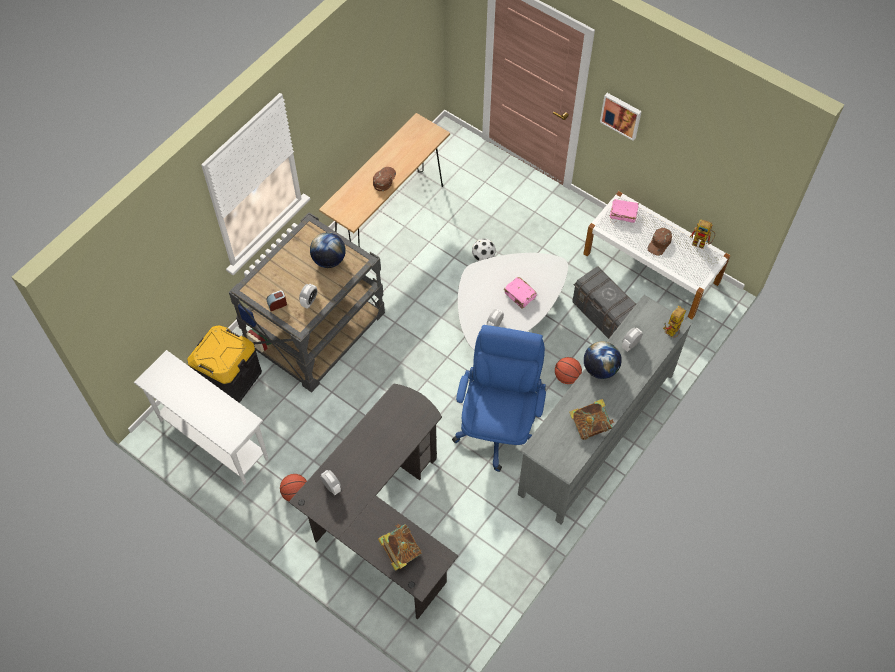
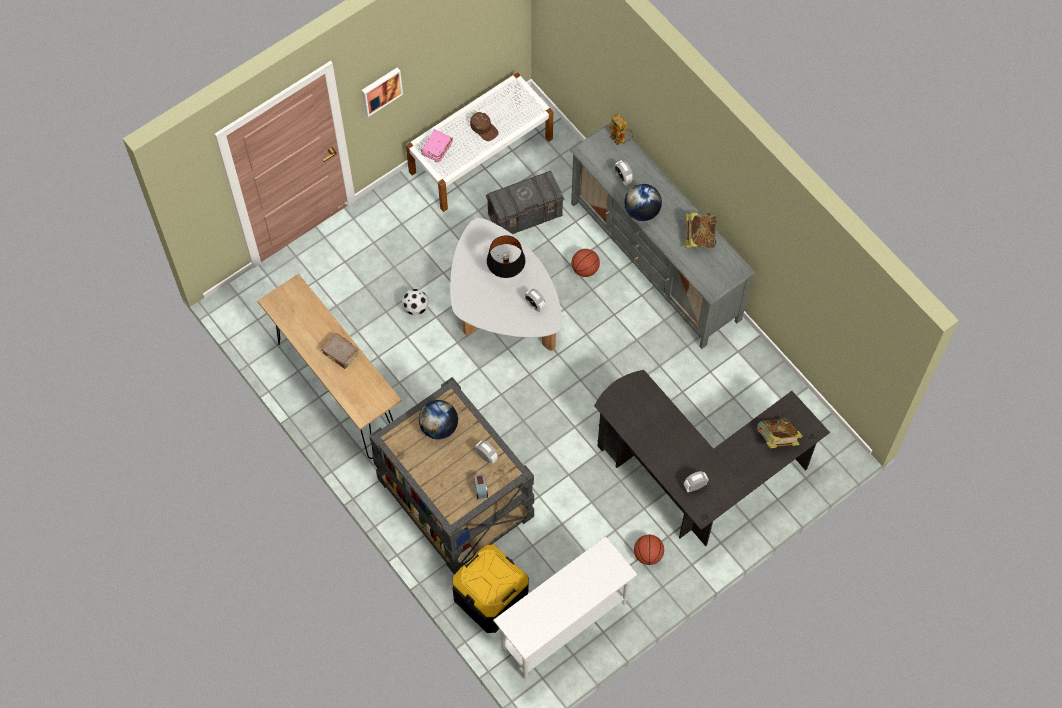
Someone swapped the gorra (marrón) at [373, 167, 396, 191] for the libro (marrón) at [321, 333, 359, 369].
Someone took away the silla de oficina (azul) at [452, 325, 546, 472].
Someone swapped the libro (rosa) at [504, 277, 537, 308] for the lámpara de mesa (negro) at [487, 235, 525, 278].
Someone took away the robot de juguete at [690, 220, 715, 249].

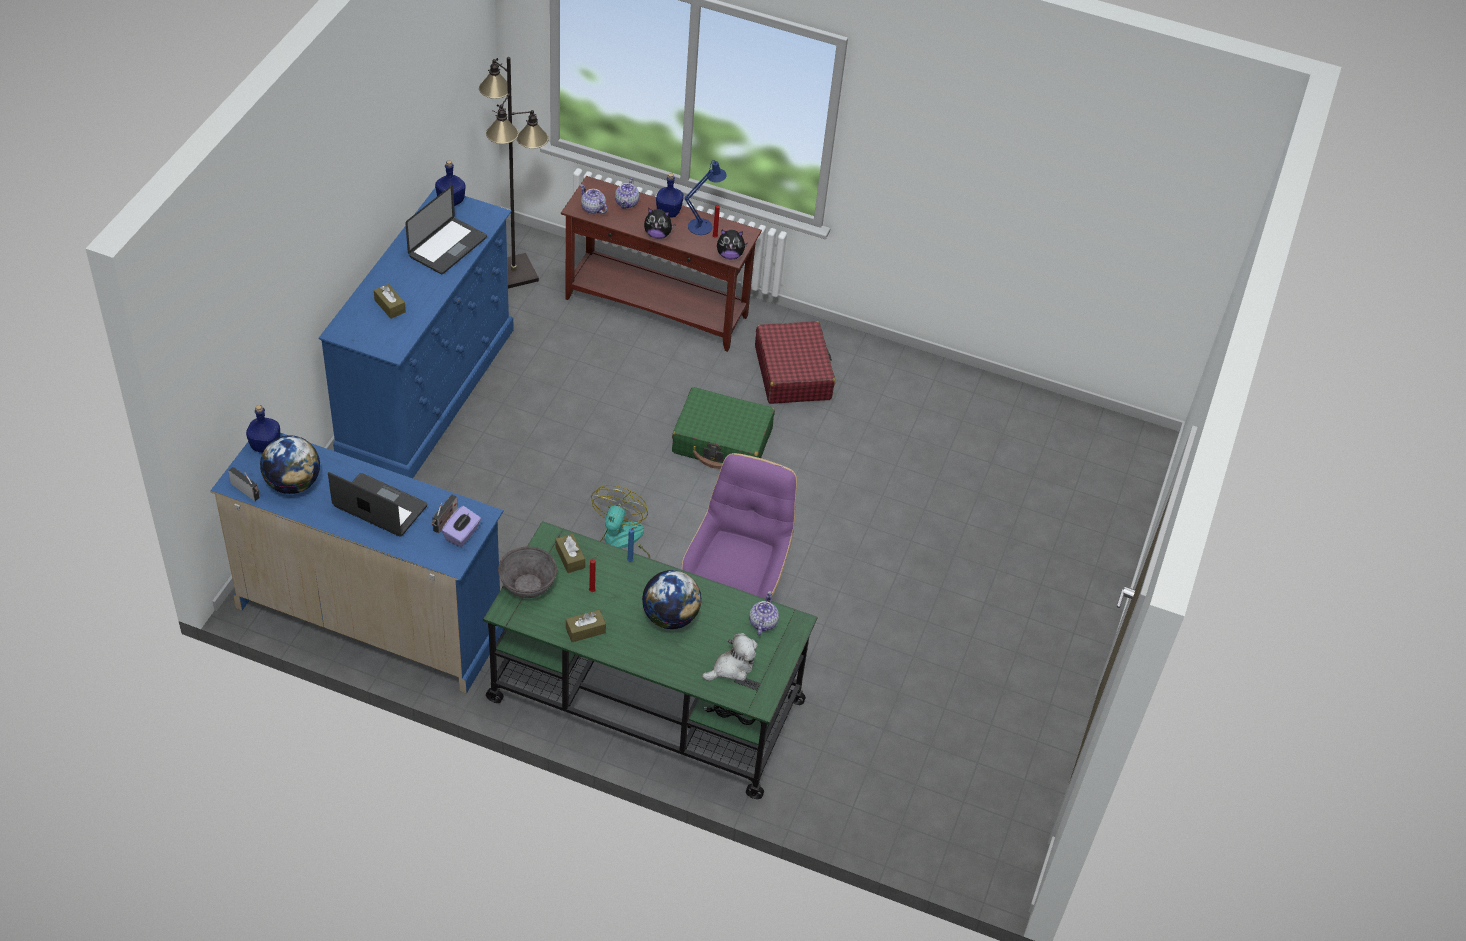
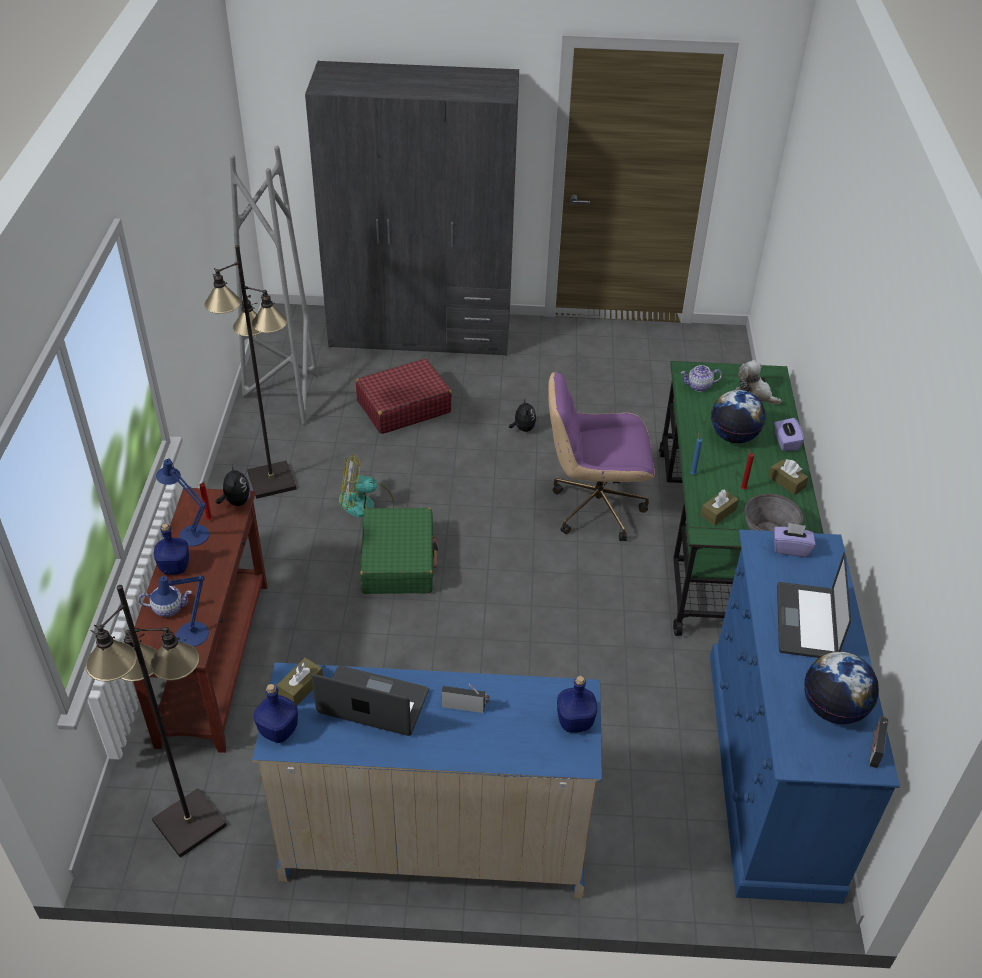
Someone carried the botella (azul) from [246, 405, 280, 453] to [557, 676, 597, 733].
Someone carried the caja de pañuelos (marrón) from [374, 284, 406, 319] to [277, 658, 323, 706].
Someone carried the radio from [432, 494, 458, 533] to [442, 684, 490, 713].
Someone swapped the tetera at [580, 184, 607, 214] for the lámpara de mesa (azul) at [151, 570, 209, 647].
Someone carried the ventilador from [591, 485, 650, 558] to [339, 455, 394, 517].
Someone carried the peluche from [644, 208, 676, 239] to [509, 398, 536, 432].
Someone carried the maleta (rojo) from [755, 321, 835, 404] to [356, 358, 452, 434].
Someone put down the lámpara de pie (negro) at [204, 245, 296, 499].
Someone put down the perchero (gris) at [230, 146, 318, 425].
Someone put down the armario ropero (gris) at [305, 61, 519, 356].
Someone put down the caja de pañuelos (morado) at [774, 418, 804, 451].

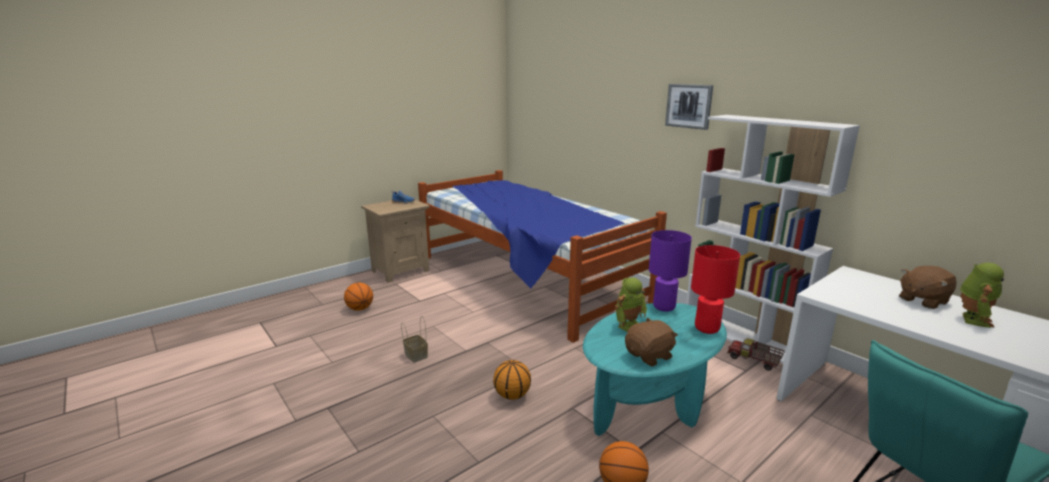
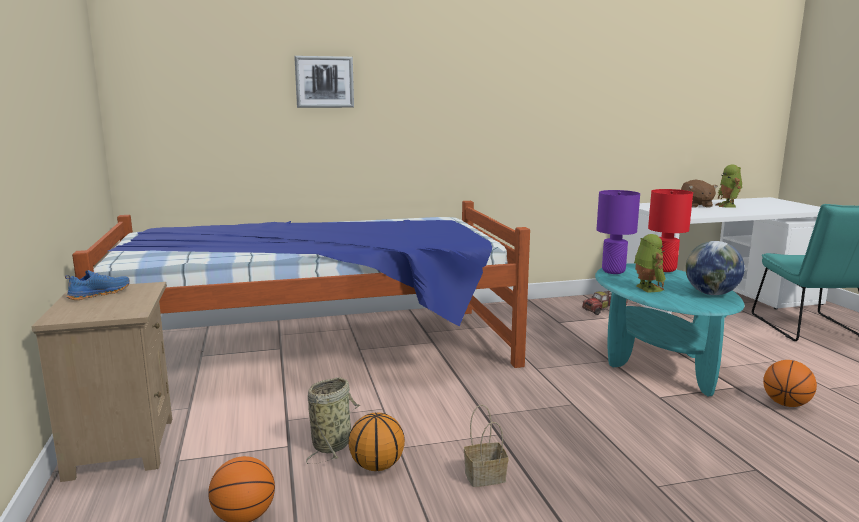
Someone carried the balón de baloncesto from [493, 360, 531, 400] to [348, 412, 405, 471].
Someone swapped the peluche (marrón) at [625, 318, 678, 367] for the globo terráqueo at [686, 241, 745, 295].
Someone carried the cuadro from [665, 84, 713, 130] to [294, 56, 354, 108].
Someone took away the estantería (blanco) at [686, 115, 860, 364].
Someone rotated the robot de juguete at [960, 263, 1004, 328] by 150 degrees counterclockwise.
Someone put down the cesta at [306, 377, 360, 464].

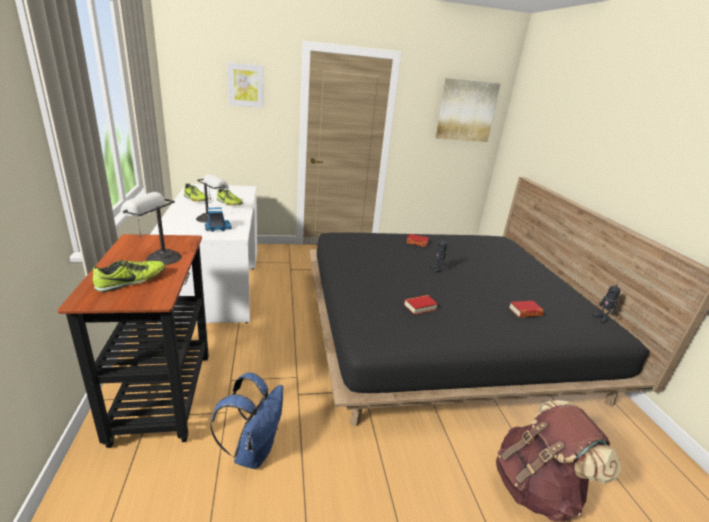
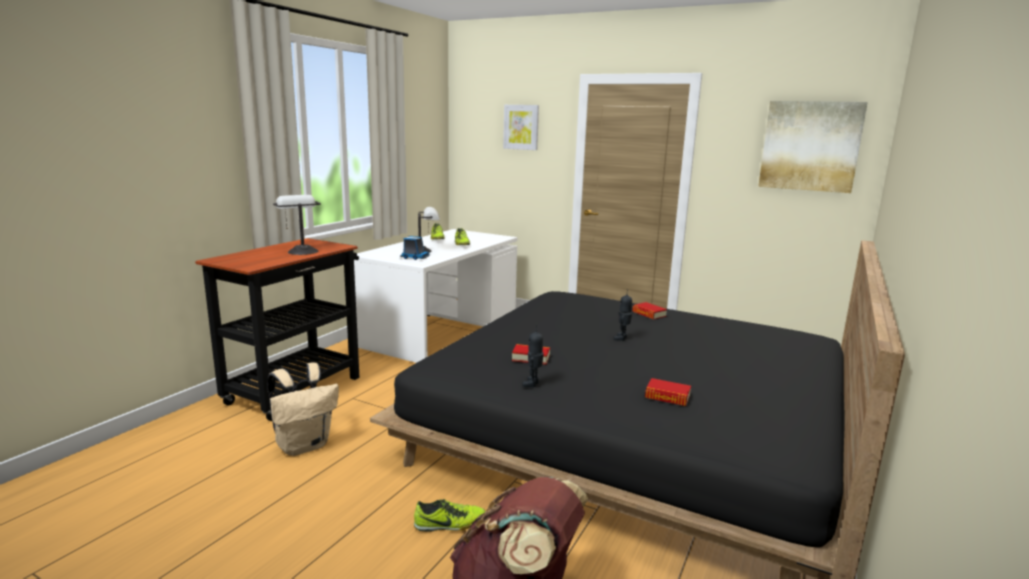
Someone carried the zapato from [93, 259, 165, 292] to [414, 499, 486, 532].
Someone repainted the mochila (azul) at [210, 372, 283, 469], which became the mochila (beis) at [267, 362, 339, 456].
Someone carried the robot de juguete from [593, 281, 620, 323] to [522, 325, 544, 387].

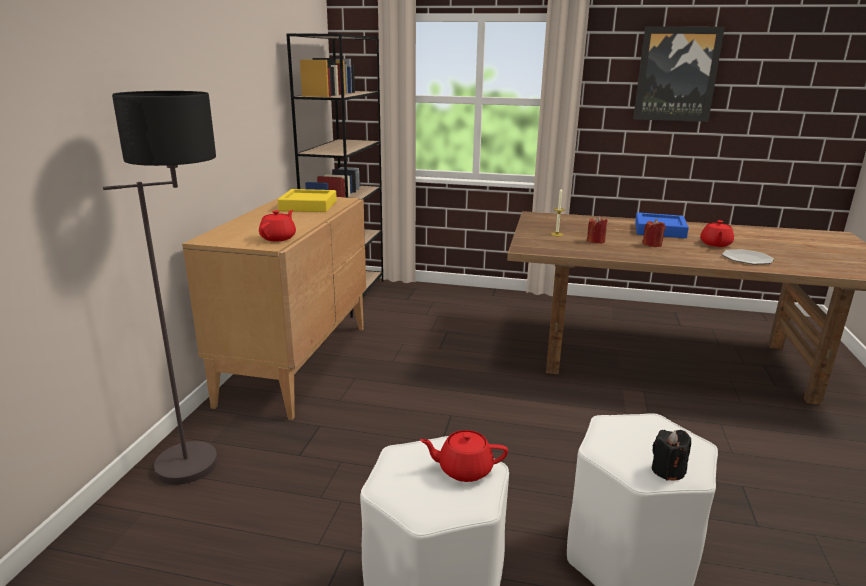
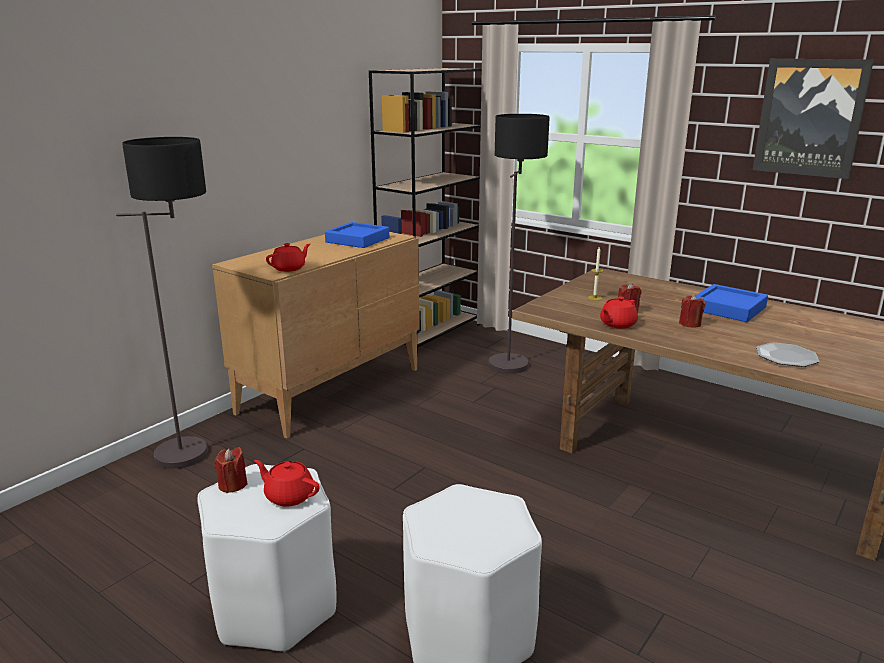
Someone repainted the bandeja (amarillo) at [277, 189, 337, 212], which became the bandeja (azul) at [325, 222, 389, 248].
Someone took away the vela (negro) at [652, 430, 691, 481].
Someone carried the tetera (rojo) from [700, 220, 734, 247] to [600, 296, 638, 329].
Someone put down the vela (rojo) at [214, 447, 248, 493].
Someone put down the lámpara de pie (negro) at [489, 114, 550, 374].

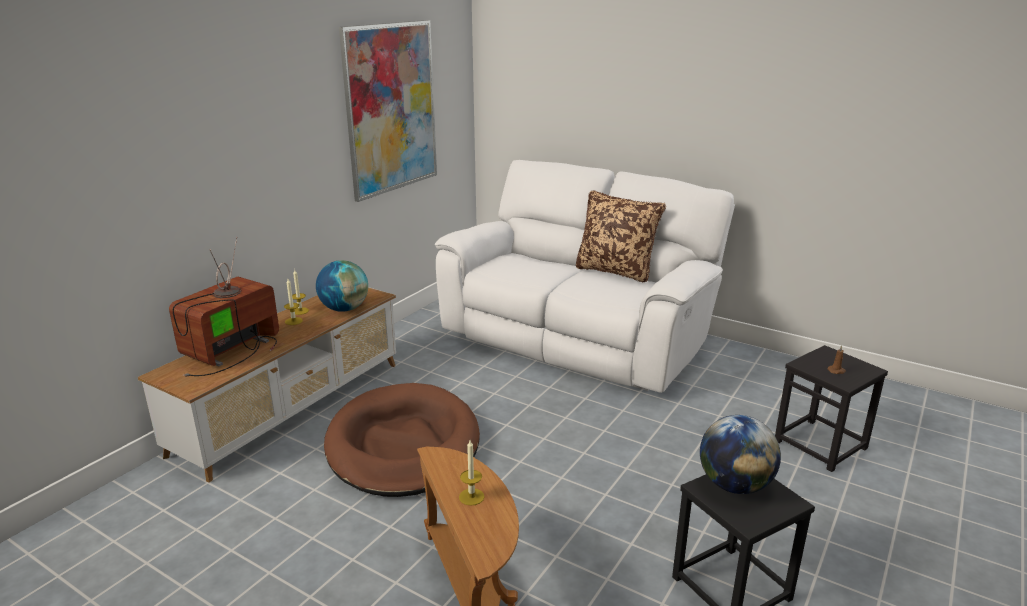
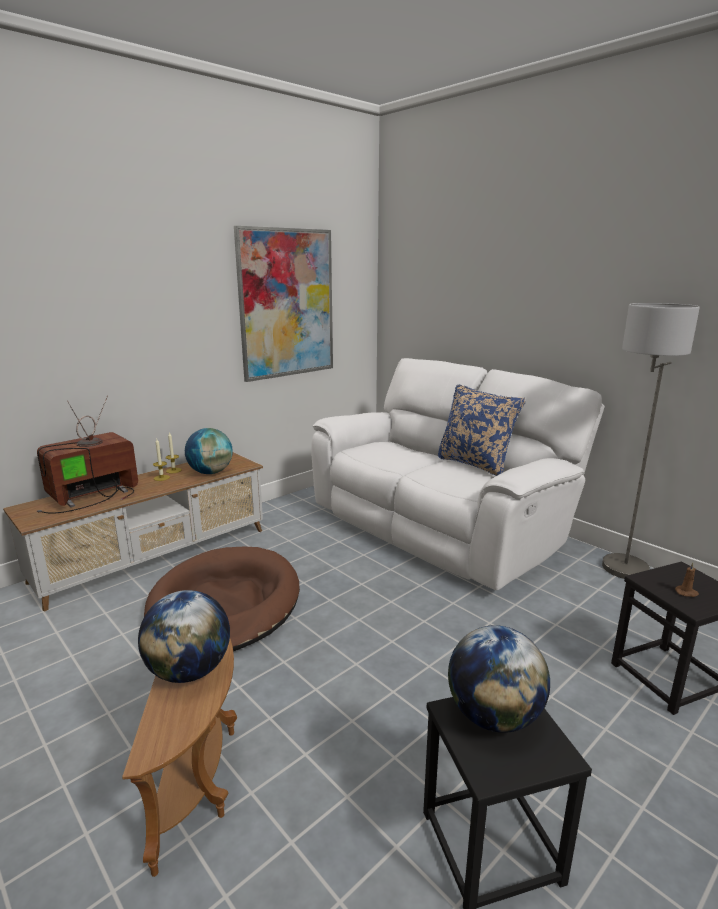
Someone swapped the vela at [459, 440, 485, 506] for the globo terráqueo at [138, 590, 230, 683].
Someone repainted the cojín (marrón) at [576, 191, 666, 283], which became the cojín (azul) at [438, 384, 525, 476].
Someone put down the lámpara de pie (gris) at [602, 303, 700, 579].

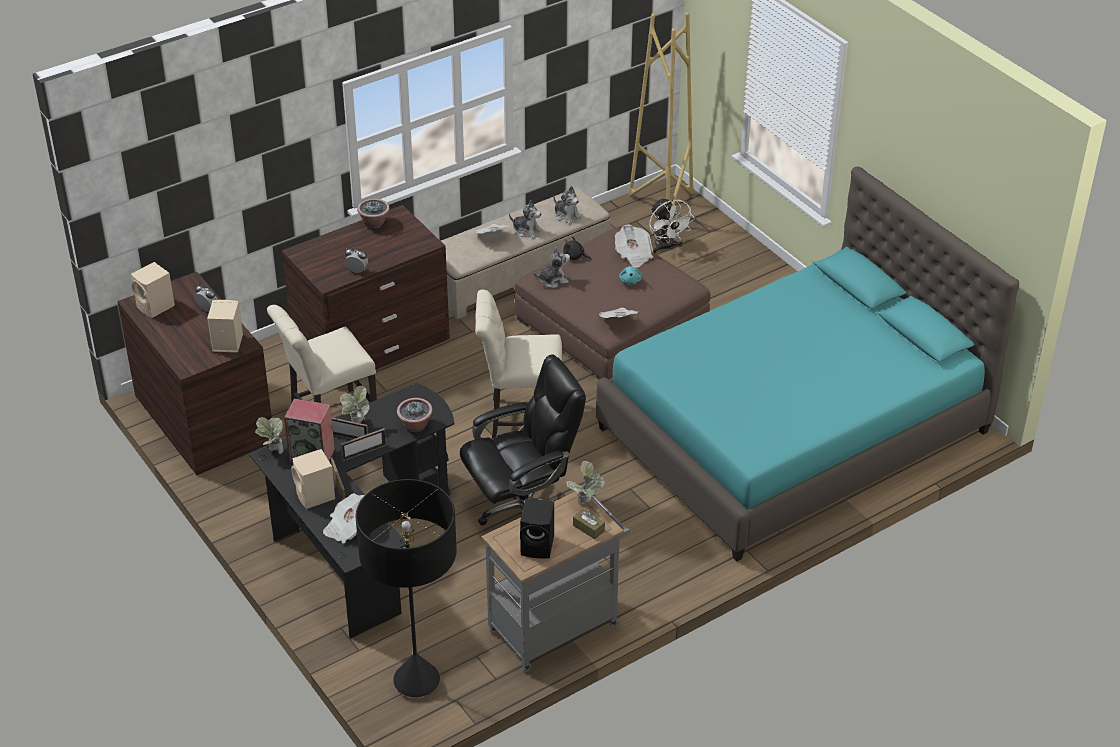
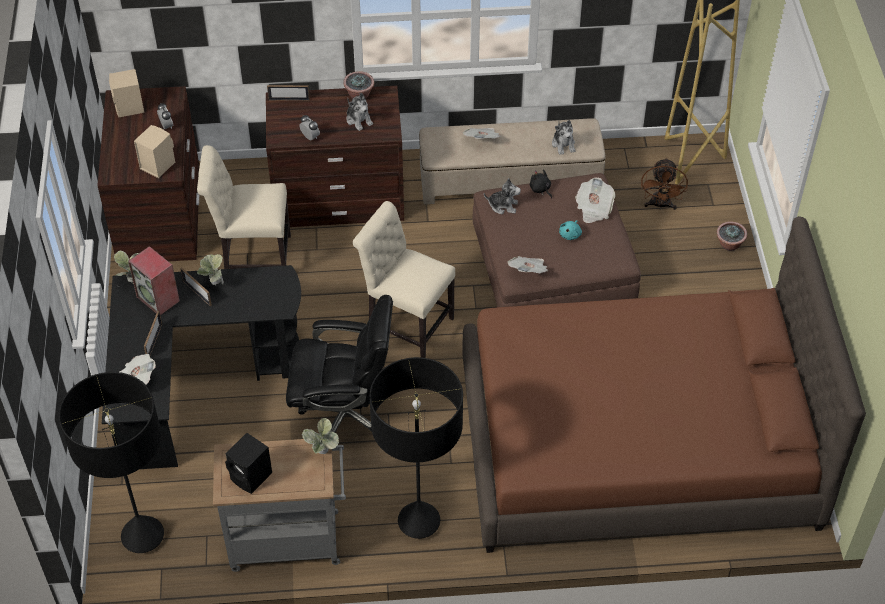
Someone took away the altavoz (beis) at [291, 449, 335, 509].
Someone carried the portarretratos from [340, 428, 386, 461] to [267, 85, 310, 101].
Someone carried the planta en maceta from [397, 398, 433, 432] to [716, 221, 747, 251].
Someone carried the peluche from [509, 200, 542, 239] to [346, 93, 373, 131].
Someone took away the caja de pañuelos (marrón) at [573, 509, 605, 539].
Someone repainted the cama (turquesa) at [596, 166, 1019, 561], which became the cama (marrón) at [462, 216, 866, 553].
Someone repainted the ventilador (blanco) at [649, 198, 695, 253], which became the ventilador (marrón) at [641, 157, 688, 210].
Someone put down the lámpara de pie (negro) at [369, 357, 463, 539].

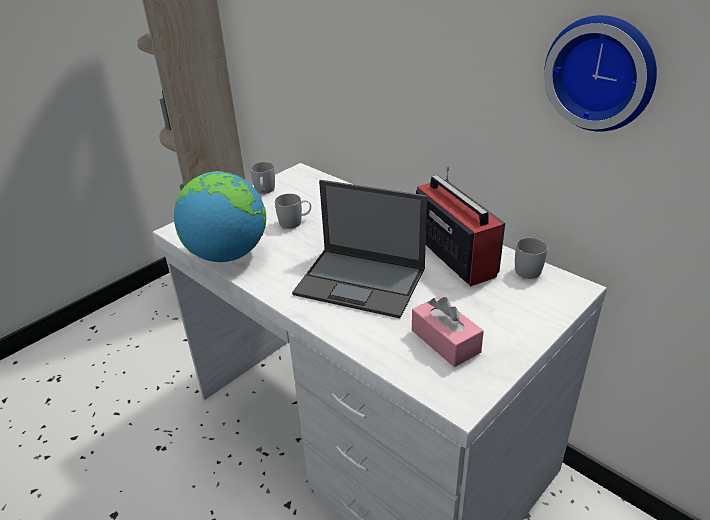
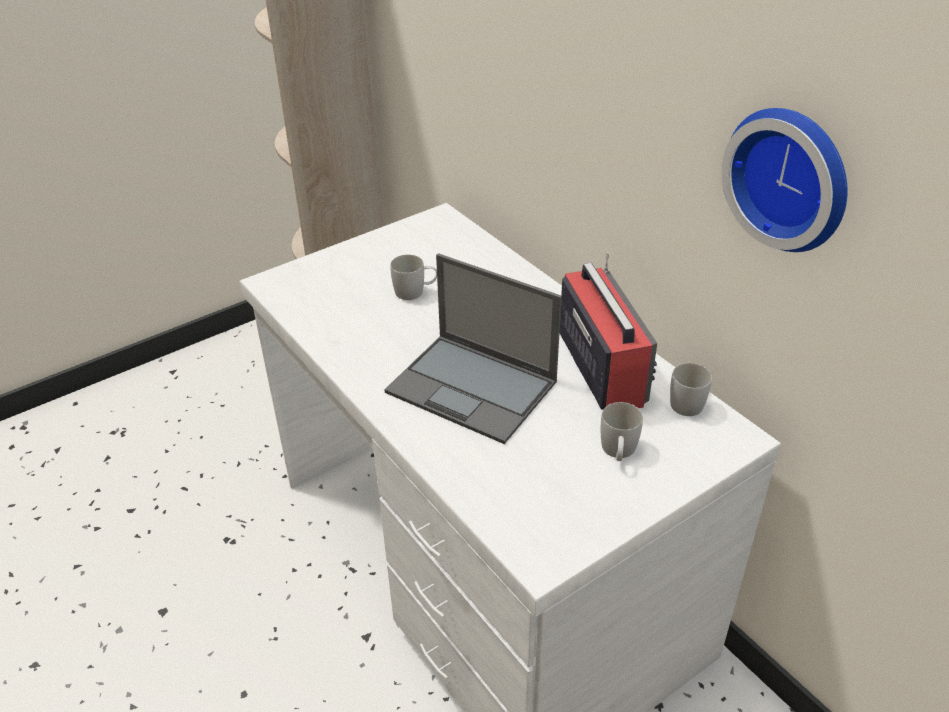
Someone took away the globo terráqueo at [174, 171, 266, 262].
Someone carried the taza grande (blanco) from [250, 162, 275, 194] to [601, 402, 643, 461].
Someone took away the caja de pañuelos (rosa) at [412, 296, 484, 367].

